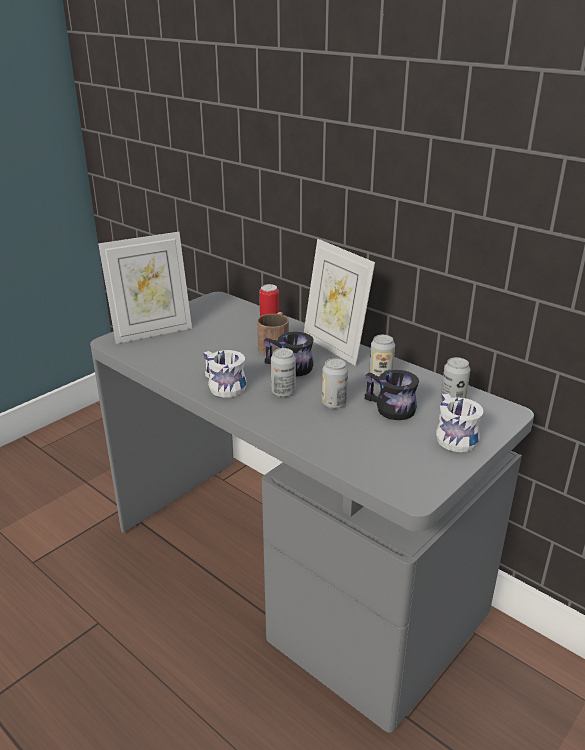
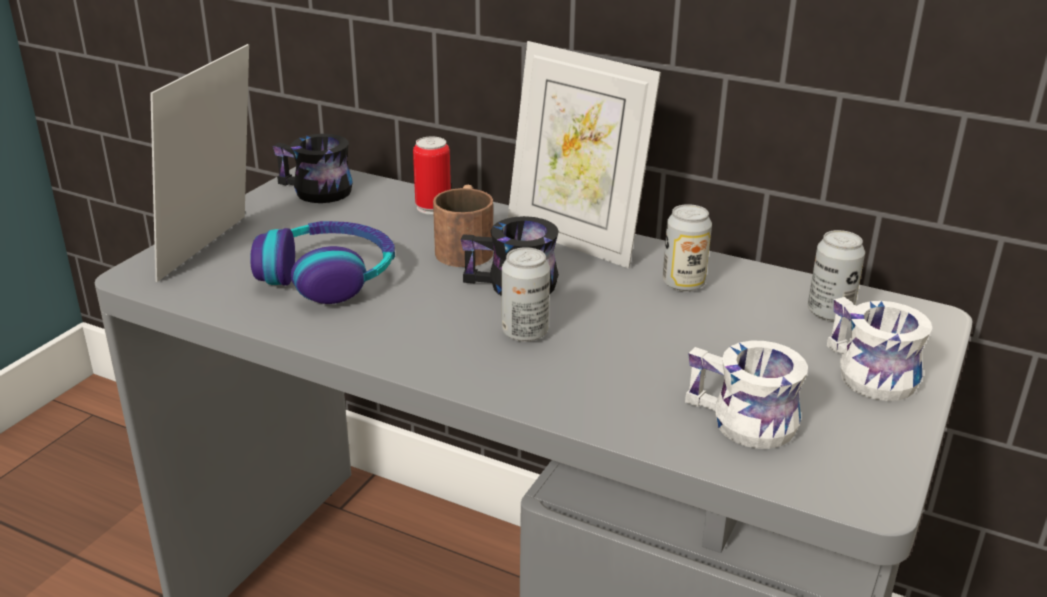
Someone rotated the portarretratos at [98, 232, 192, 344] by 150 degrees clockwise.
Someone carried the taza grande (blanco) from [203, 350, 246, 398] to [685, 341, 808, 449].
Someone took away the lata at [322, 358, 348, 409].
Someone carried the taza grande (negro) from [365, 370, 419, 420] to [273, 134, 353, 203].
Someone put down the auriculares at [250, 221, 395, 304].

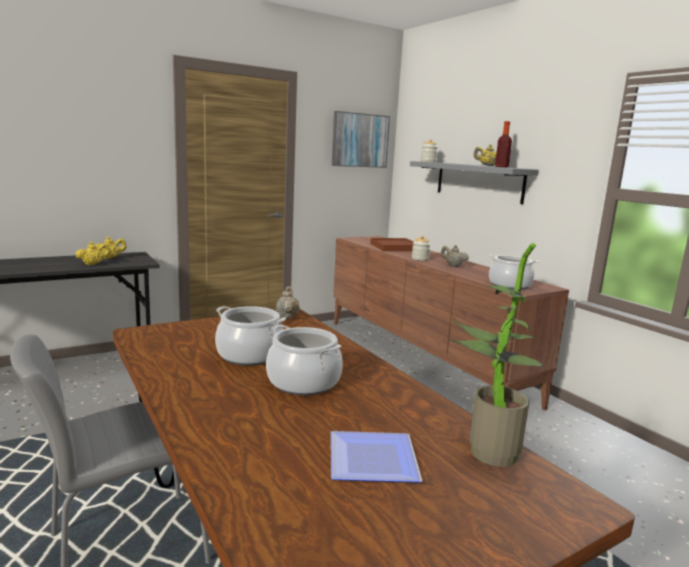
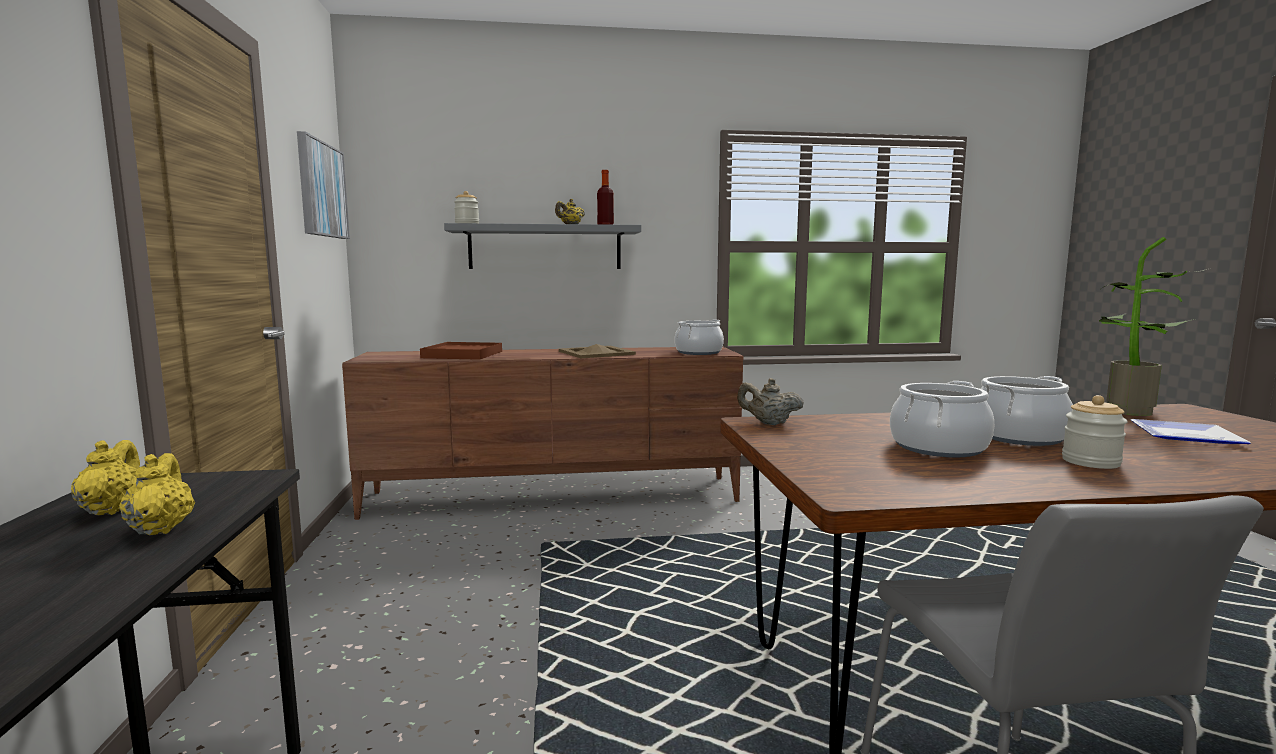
Someone carried the tarro from [412, 235, 431, 261] to [1062, 395, 1128, 469].
Someone swapped the tetera (beis) at [441, 245, 469, 267] for the bandeja (beis) at [559, 344, 636, 358].

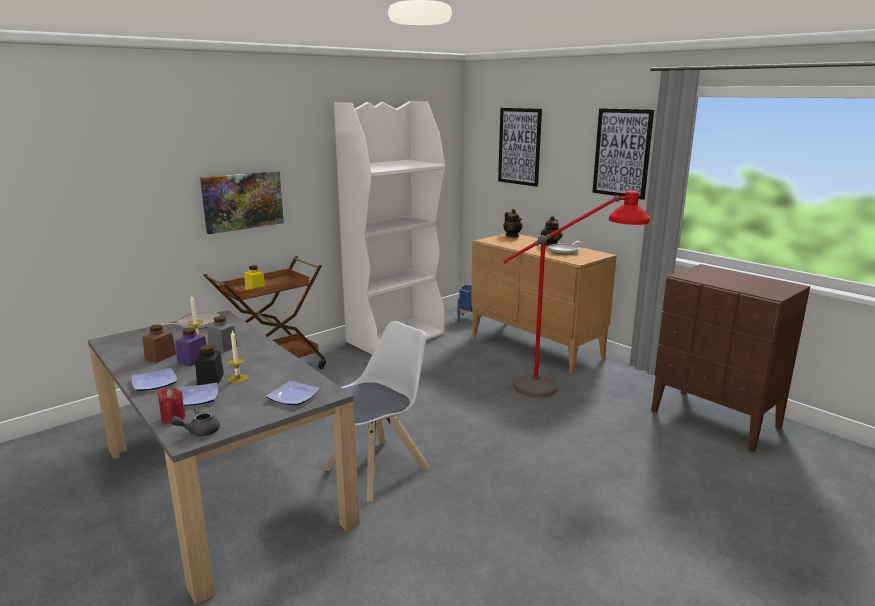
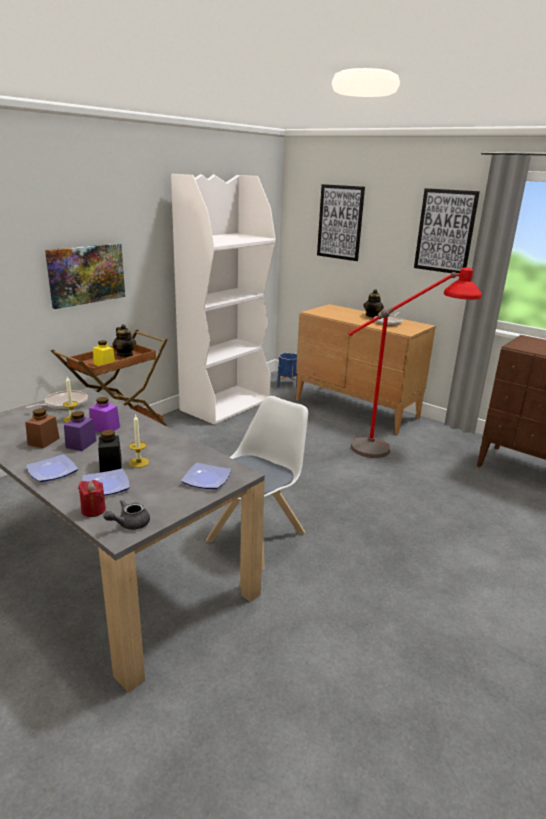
Someone repainted the tarro (gris) at [207, 316, 238, 353], which became the tarro (morado) at [89, 397, 120, 432].
Someone carried the tetera from [503, 209, 522, 237] to [113, 324, 136, 357].

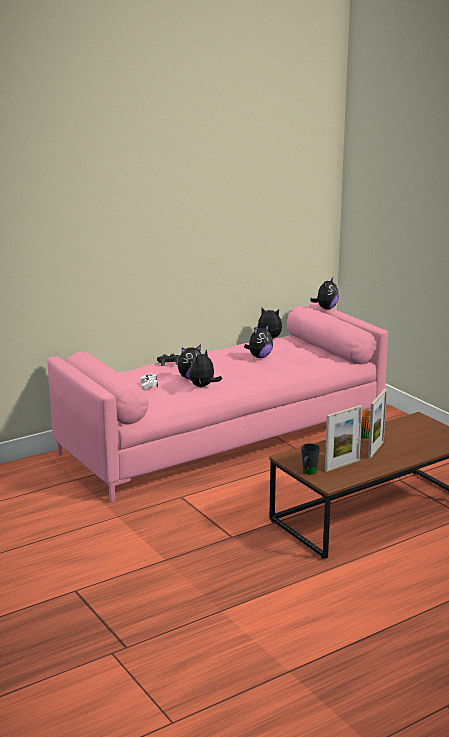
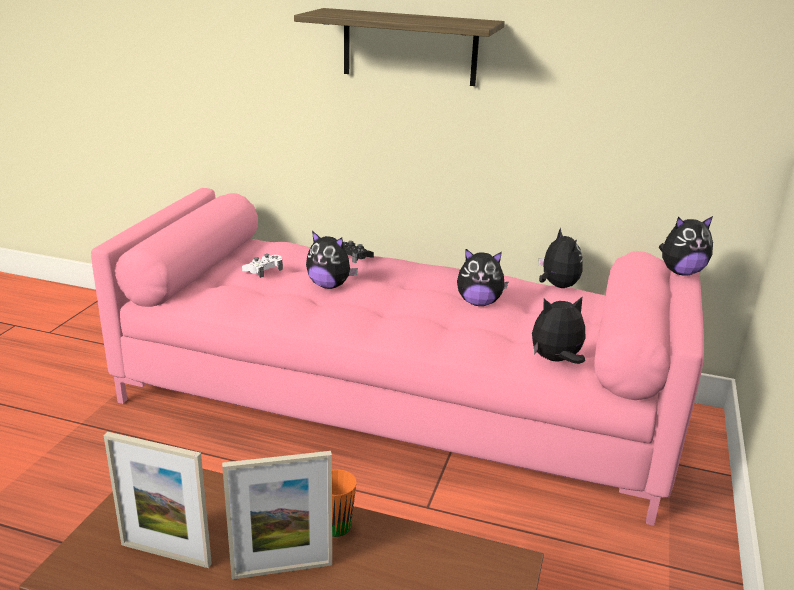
Someone carried the peluche from [189, 350, 222, 387] to [532, 296, 585, 364].
Someone took away the taza grande (negro) at [301, 444, 320, 475].
Someone put up the estante at [294, 8, 505, 86].

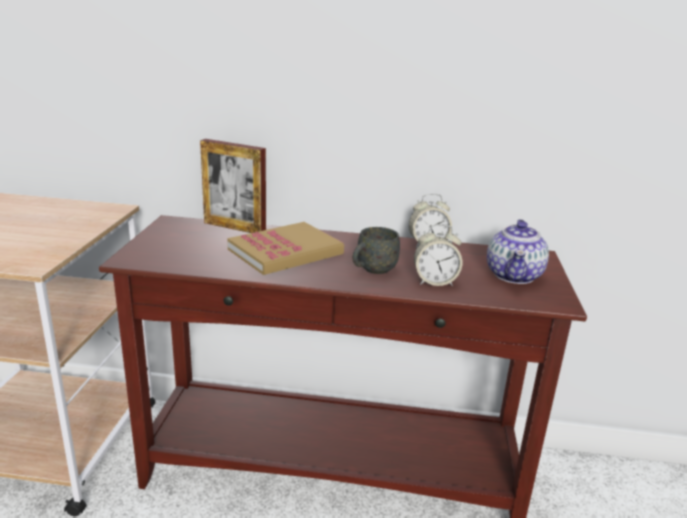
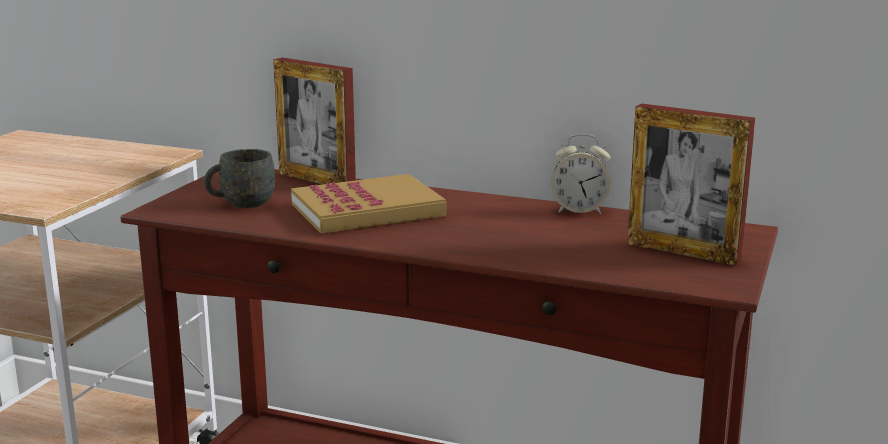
Someone carried the taza grande (gris) from [353, 227, 400, 274] to [204, 149, 275, 208].
Someone took away the despertador at [414, 224, 462, 286].
Someone swapped the tetera at [487, 219, 549, 284] for the portarretratos at [627, 104, 755, 266].

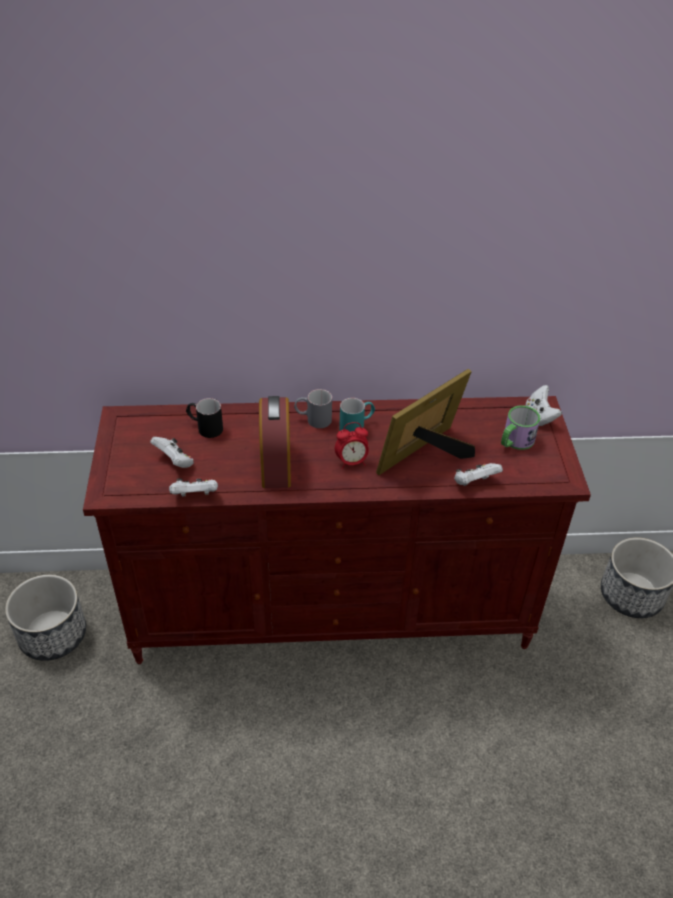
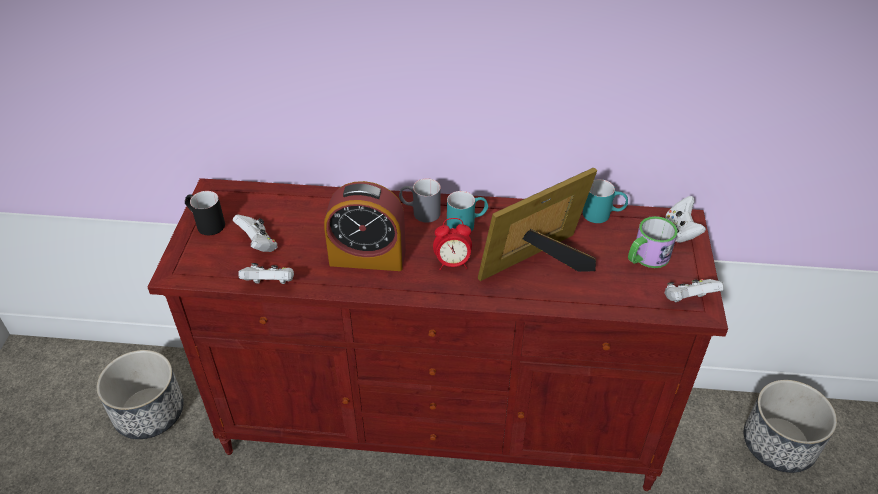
Someone carried the taza grande (negro) from [186, 398, 223, 438] to [185, 191, 225, 235].
Someone rotated the despertador at [259, 396, 291, 488] by 90 degrees clockwise.
Someone carried the mando de consola (blanco) from [454, 463, 503, 486] to [664, 279, 724, 303].
Someone put down the taza grande (turquesa) at [583, 179, 628, 223].

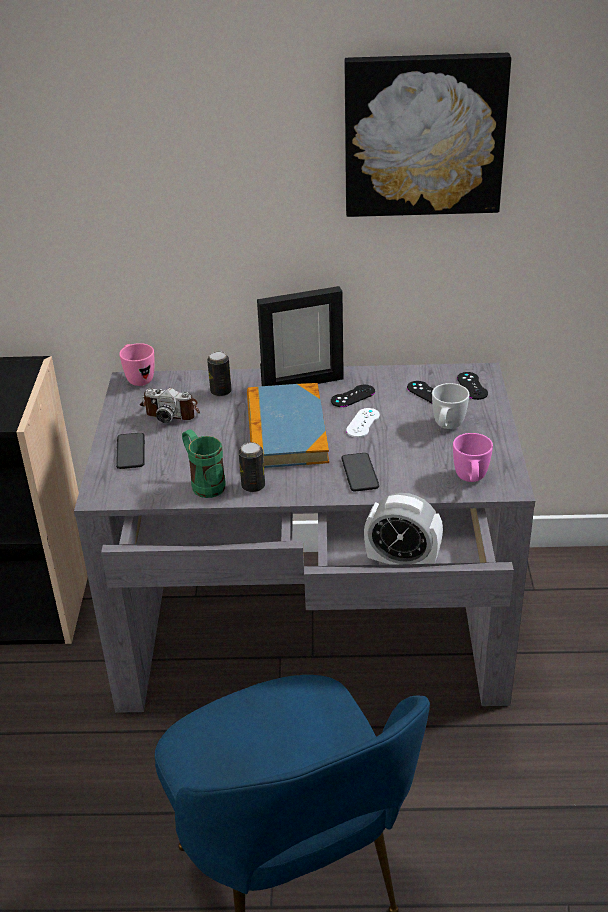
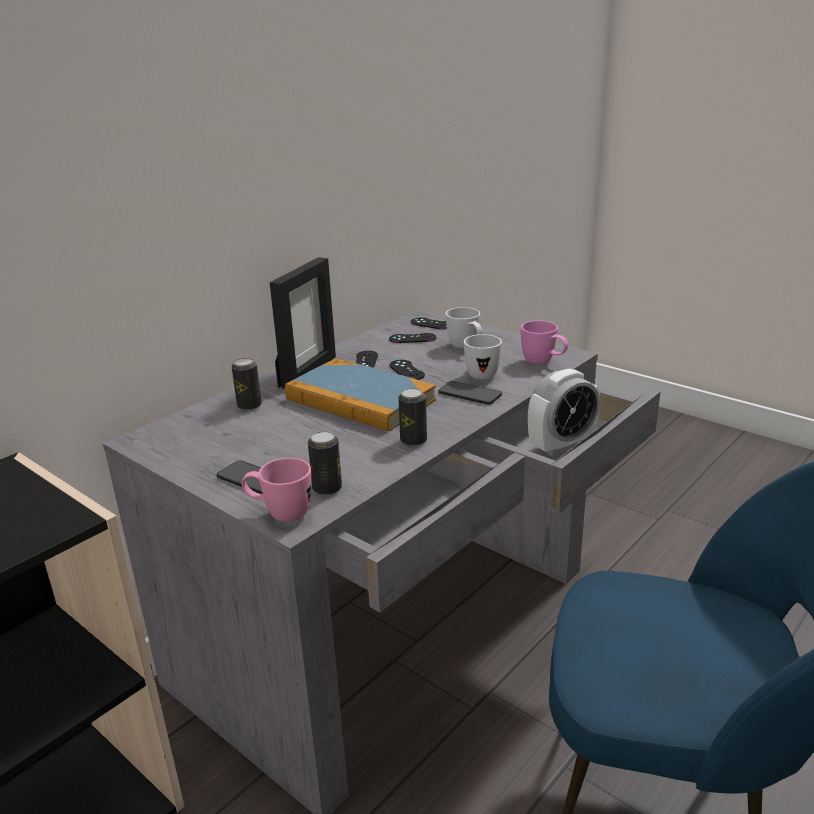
Someone carried the taza grande (rosa) from [119, 343, 154, 386] to [242, 458, 311, 522].
Someone took away the cámara at [140, 388, 200, 423].
Someone took away the taza grande (verde) at [182, 429, 225, 498].
Someone took away the cuadro at [344, 53, 511, 217].
Someone repainted the mando de consola (blanco) at [346, 408, 380, 438], which became the mando de consola (negro) at [390, 360, 425, 380].
Someone put down the lata at [308, 431, 342, 495].
Someone put down the taza grande (blanco) at [464, 334, 502, 380].

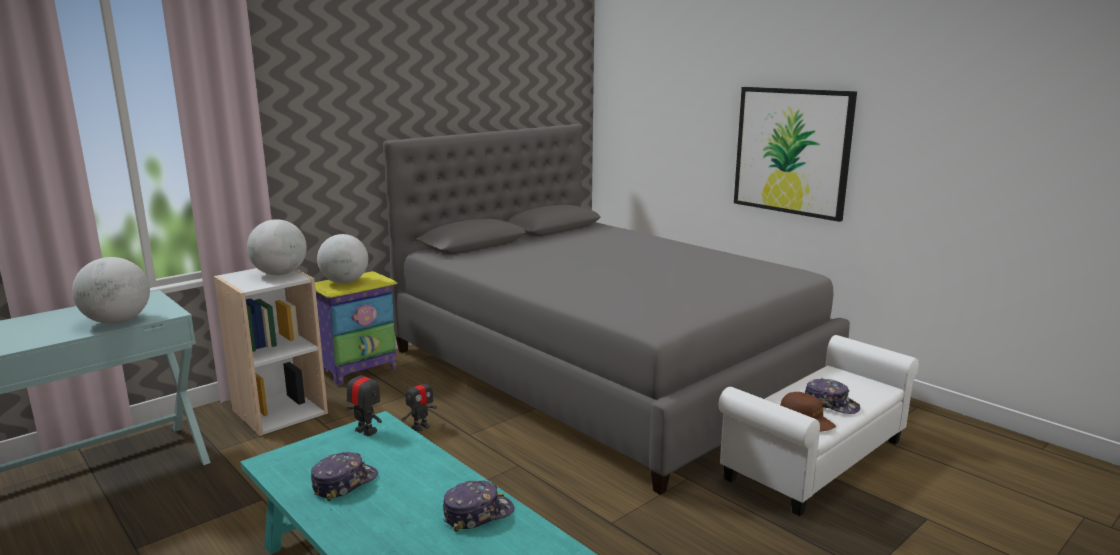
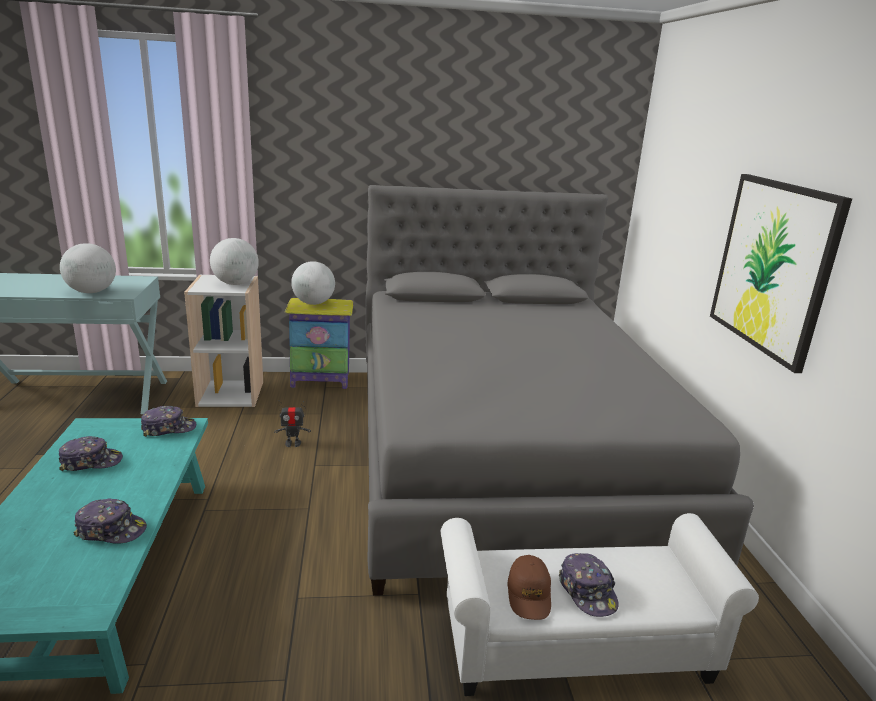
Someone swapped the robot de juguete at [346, 365, 382, 437] for the gorra at [141, 406, 196, 437].

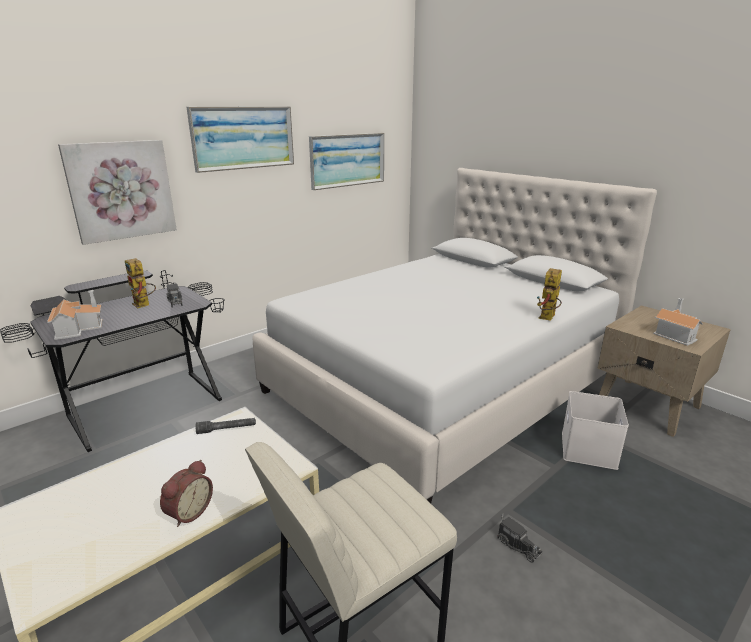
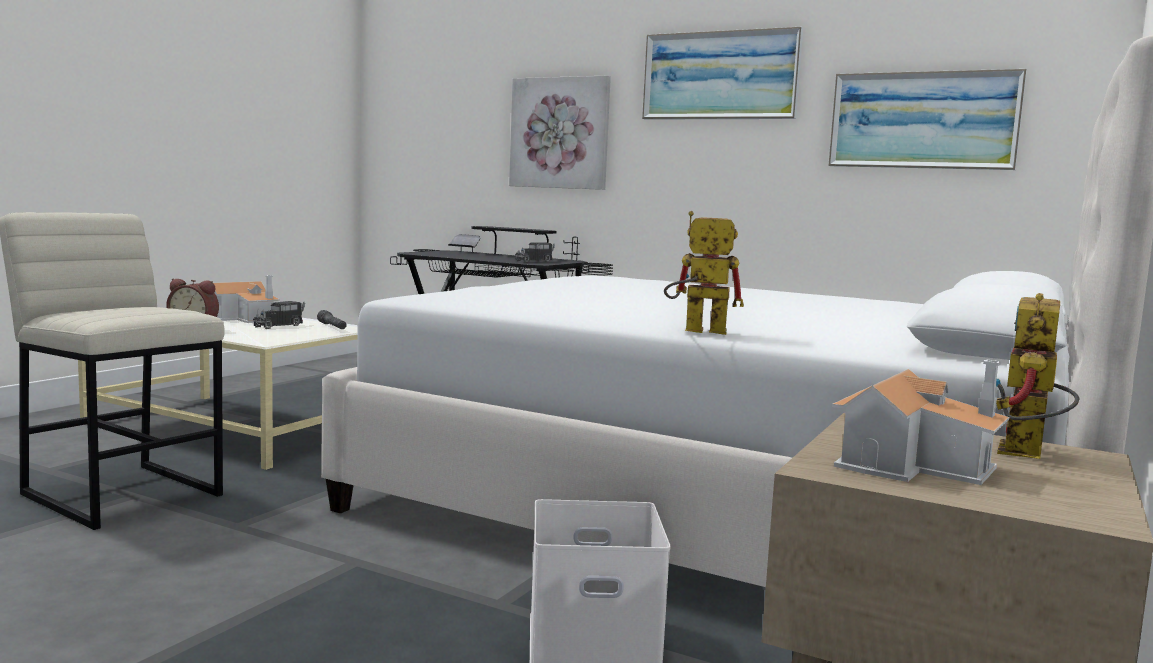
Someone carried the casita from [47, 290, 103, 340] to [214, 275, 280, 323].
Someone carried the robot de juguete from [125, 258, 156, 308] to [996, 293, 1079, 459].
Someone carried the camión de juguete from [497, 514, 542, 563] to [253, 301, 305, 329].

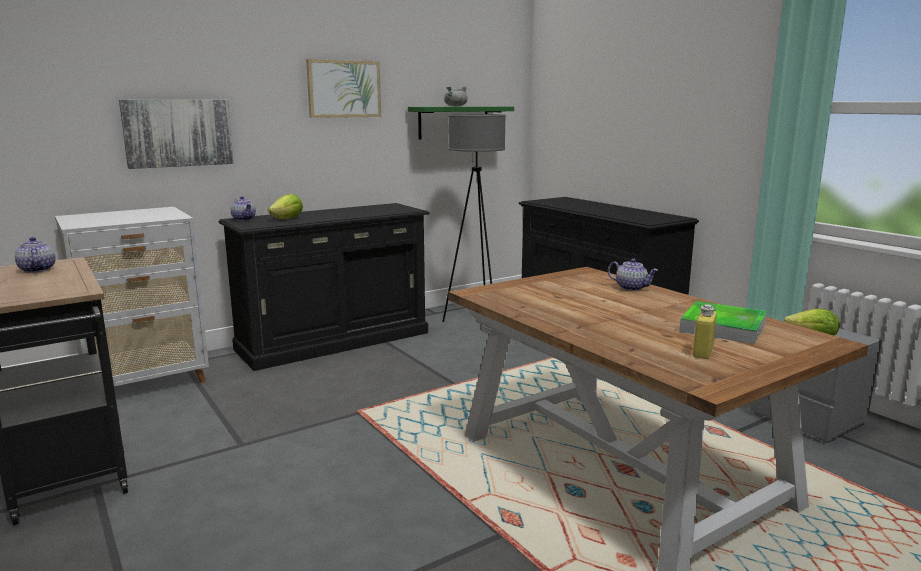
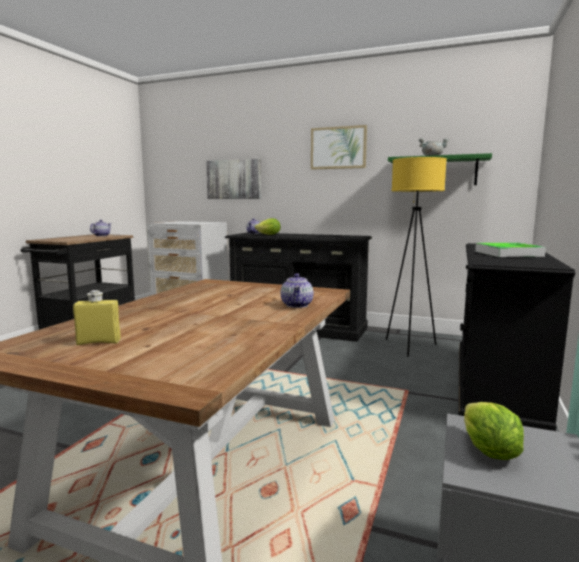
Someone repainted the lámpara de pie (gris) at [442, 114, 506, 322], which became the lámpara de pie (amarillo) at [386, 157, 447, 357].
Someone carried the bandeja from [679, 301, 767, 344] to [475, 243, 546, 257].

